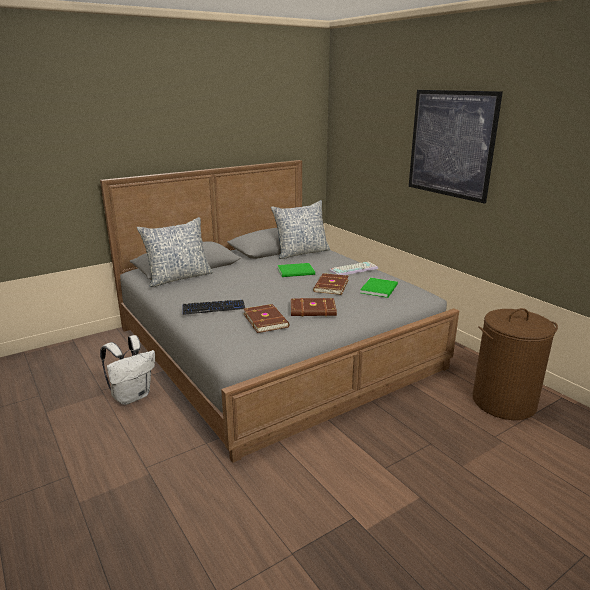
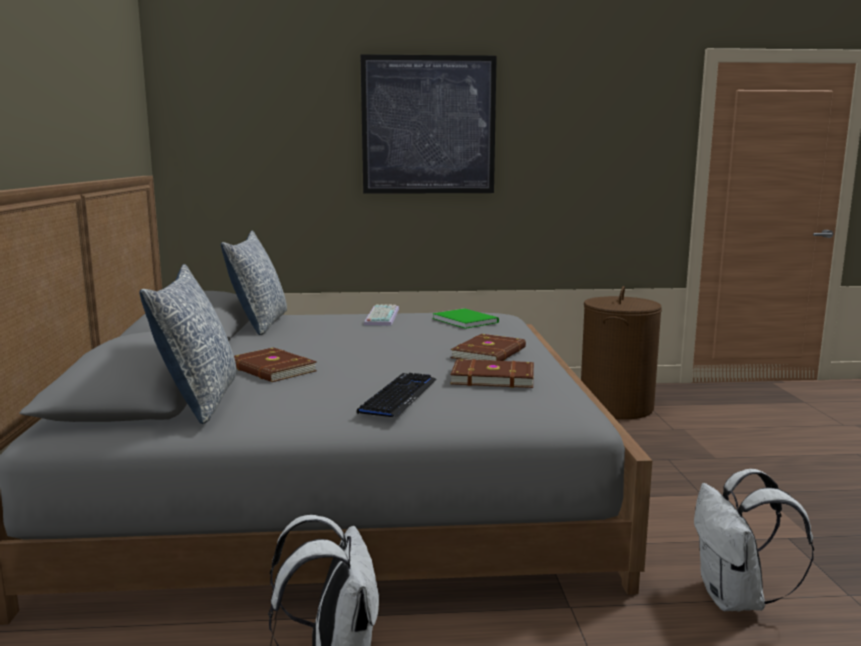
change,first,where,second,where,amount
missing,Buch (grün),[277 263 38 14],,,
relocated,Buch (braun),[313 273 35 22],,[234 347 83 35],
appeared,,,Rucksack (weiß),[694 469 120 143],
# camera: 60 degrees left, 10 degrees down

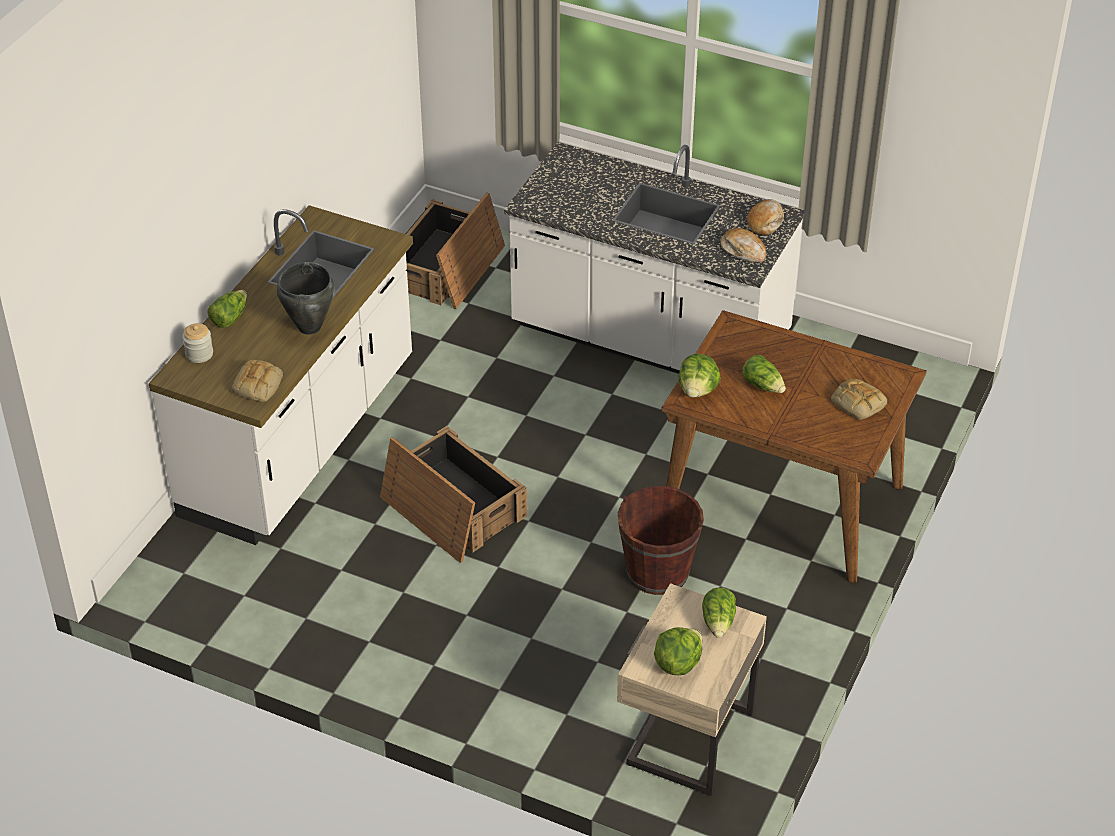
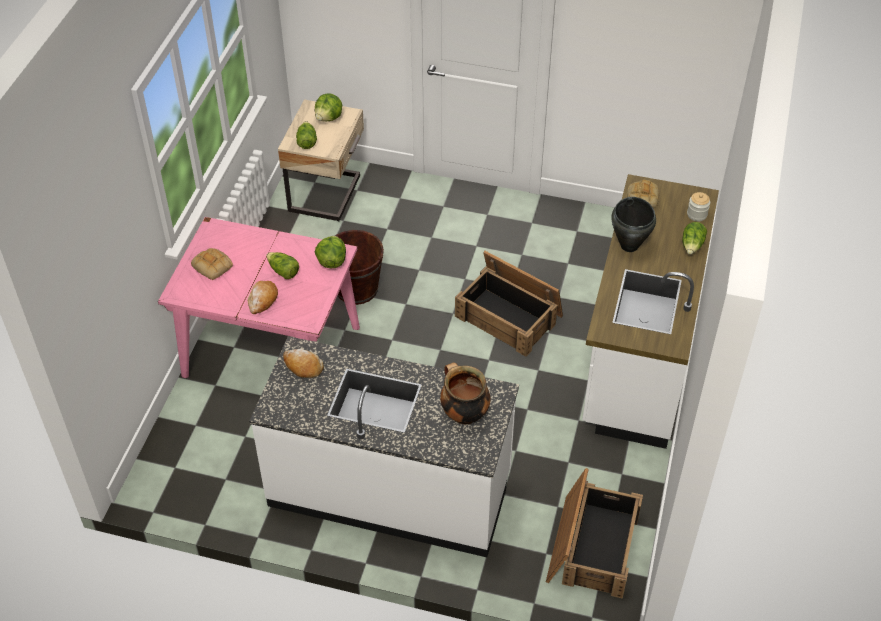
change,first,where,second,where,amount
colour,Esstisch (braun),[661 310 266 273],Esstisch (rosa),[158 217 202 161],
relocated,Brot,[747 199 37 36],,[247 281 31 33],
appeared,,,Kochtopf,[440 363 51 61],
# camera: 170 degrees right, 5 degrees up

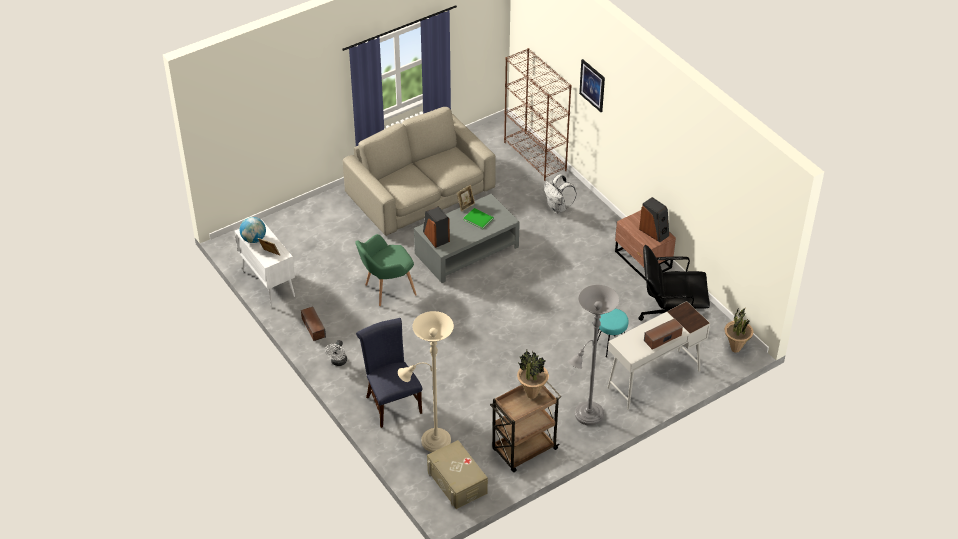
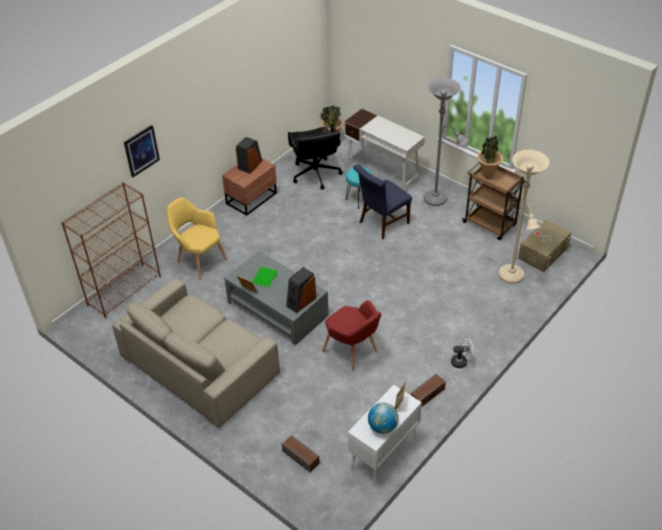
change,first,where,second,where,amount
colour,Sessel (grün),[355 234 62 72],Sessel (rot),[322 300 59 71],
relocated,Stuhl (blau),[356 318 66 110],,[353 164 59 75],
exchanged,Rucksack (weiß),[544 174 33 40],Sessel (gelb),[167 197 60 83],
relocated,Lautsprecher,[644 318 39 32],,[282 435 38 37],
# camera: 105 degrees left, 0 degrees up

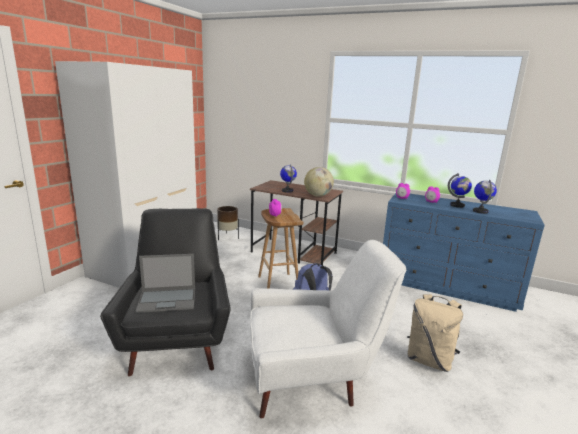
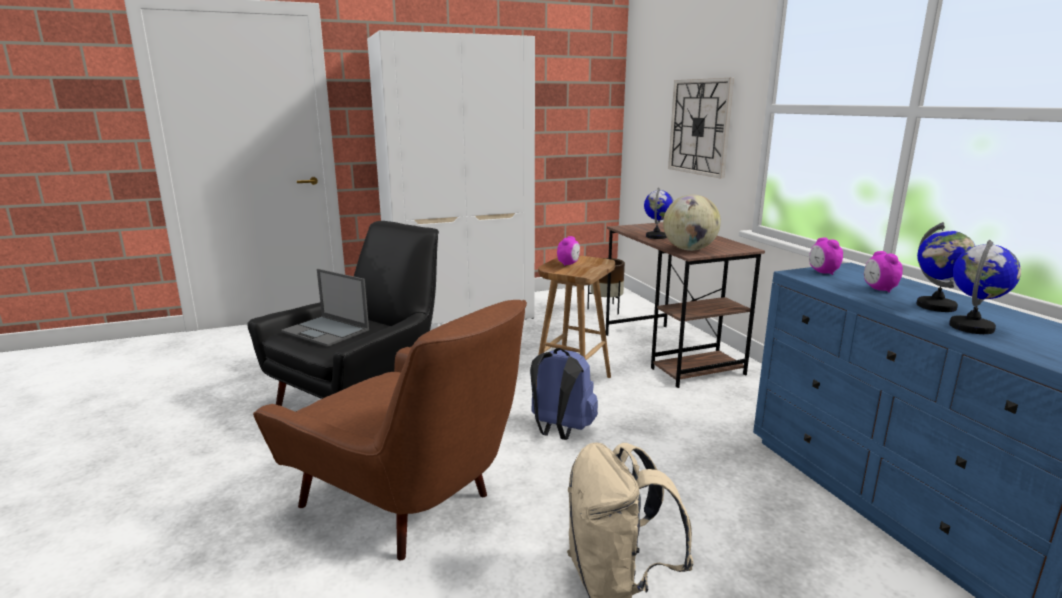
change,first,where,second,where,amount
colour,Sessel (weiß),[250 240 156 178],Sessel (braun),[253 300 274 260],
appeared,,,Wanduhr,[668 78 66 101],
# camera: 45 degrees right, 0 degrees up

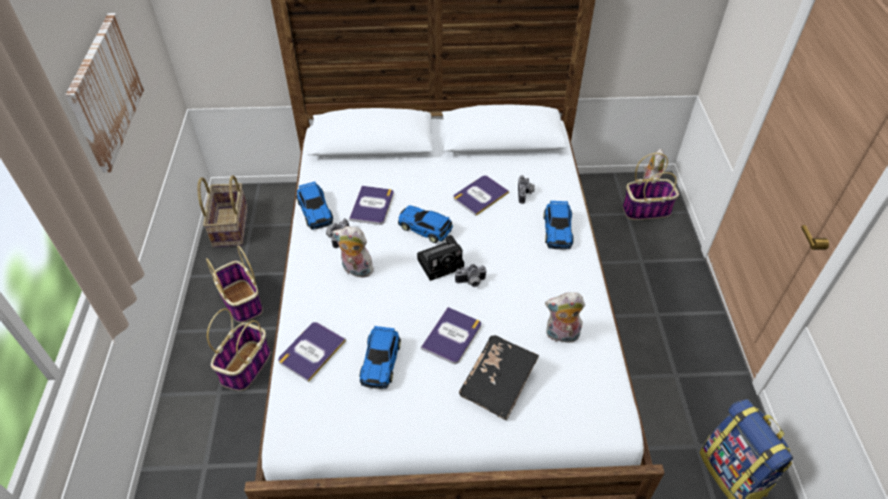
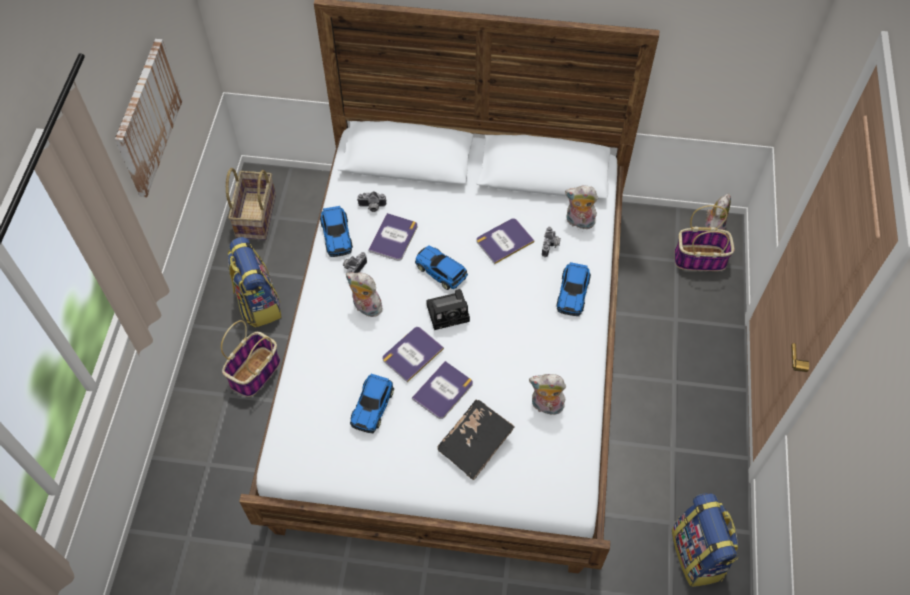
change,first,where,second,where,amount
exchanged,Korb,[206 245 57 78],Rucksack,[228 237 54 91],
relocated,Buch,[278 322 68 60],,[383 327 61 55],
relocated,Kamera,[455 264 32 23],,[357 191 29 21],
appeared,,,Plüschtier,[565 186 33 43],
# camera: 10 degrees right, 10 degrees up

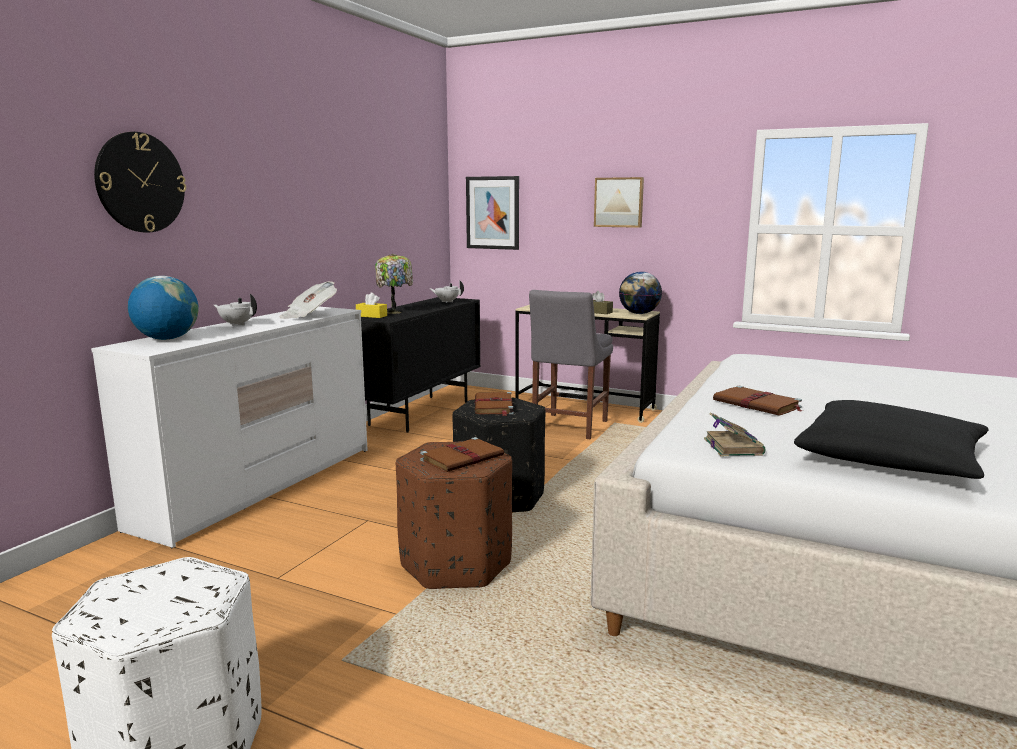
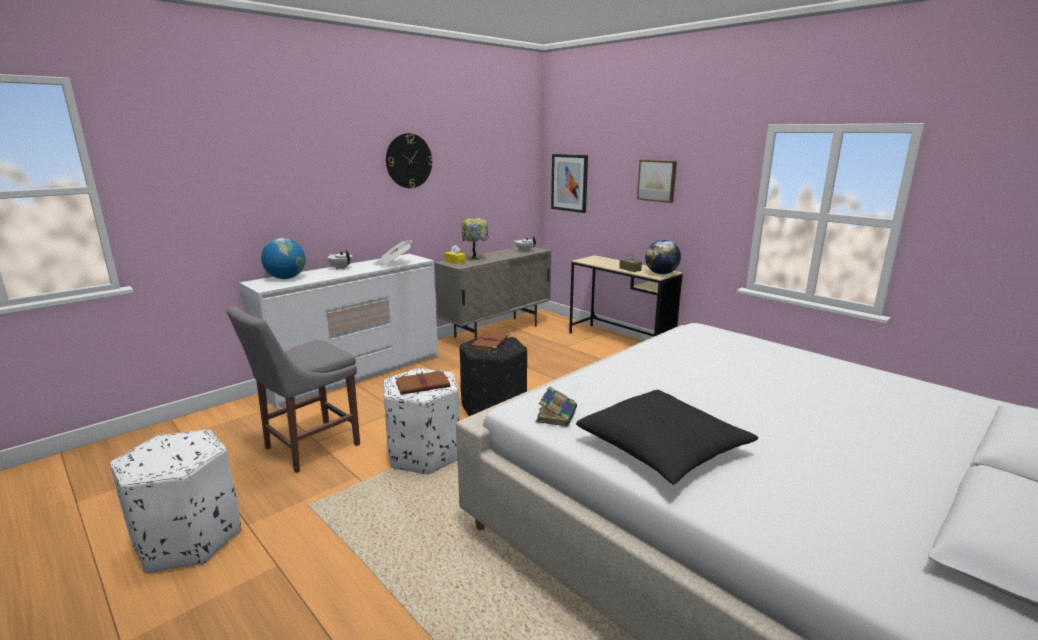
change,first,where,second,where,amount
relocated,Wanduhr,[94 132 92 100],,[386 133 47 55],
colour,Schrank (schwarz),[361 297 119 135],Schrank (beige),[434 247 118 91],
colour,Polsterhocker (braun),[396 442 116 147],Polsterhocker (weiß),[383 368 77 106],
relocated,Stuhl (grau),[529 290 84 149],,[227 306 133 167],
missing,Buch (braun),[713 386 90 30],,,
# camera: 20 degrees right, 5 degrees up

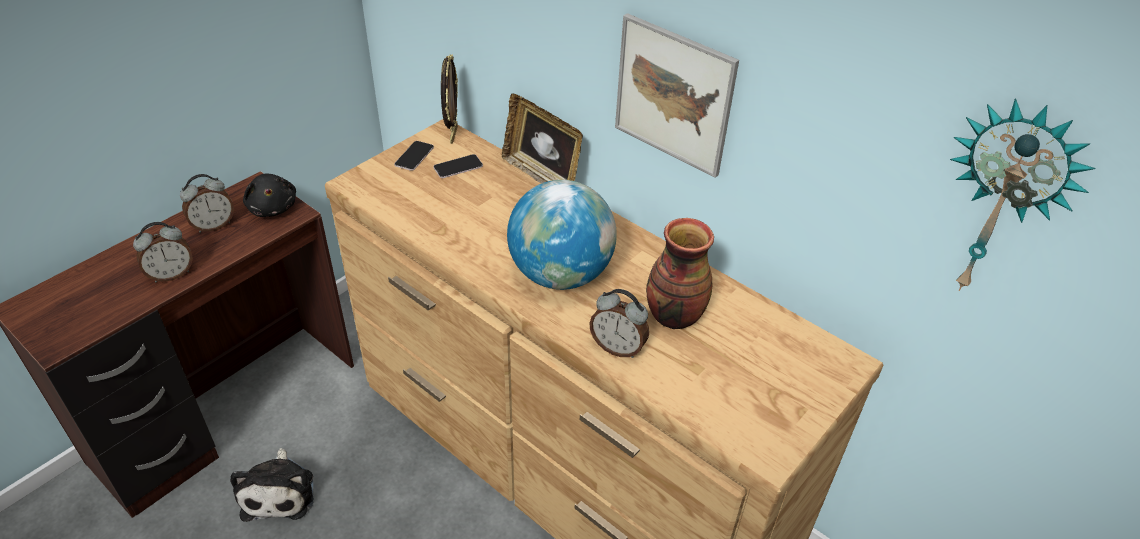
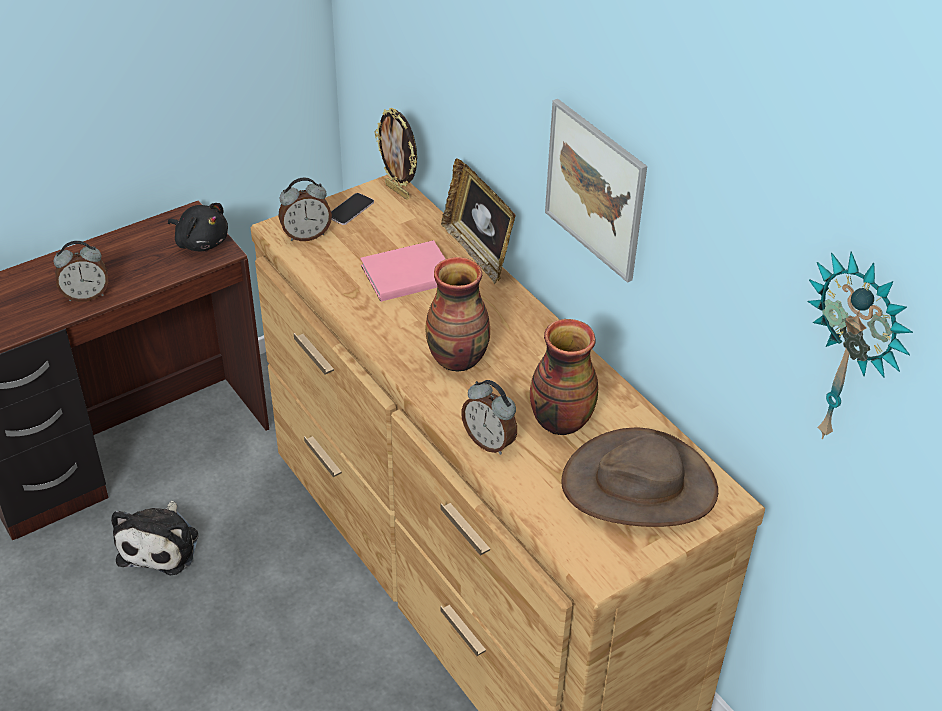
change,first,where,second,where,amount
relocated,Wecker,[180 174 54 59],,[279 178 53 63],
spun,Plüschtier (schwarz),[243 174 53 43],,[168 203 60 48],45 degrees counterclockwise
missing,Handy,[433 154 50 24],,,
spun,Bilderrahmen,[441 54 17 90],,[375 108 42 92],120 degrees clockwise
exchanged,Globus,[507 180 110 110],Vase,[425 257 65 114],
appeared,,,Buch (rosa),[360 240 85 62],
appeared,,,Hut (braun),[562 427 156 100],
# camera: 15 degrees right, 0 degrees up

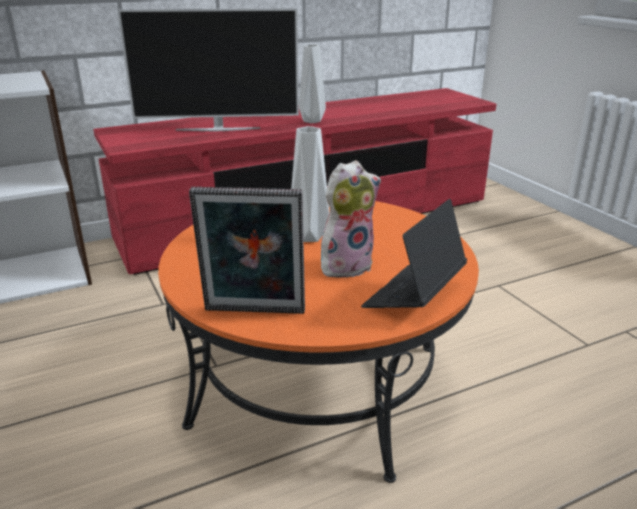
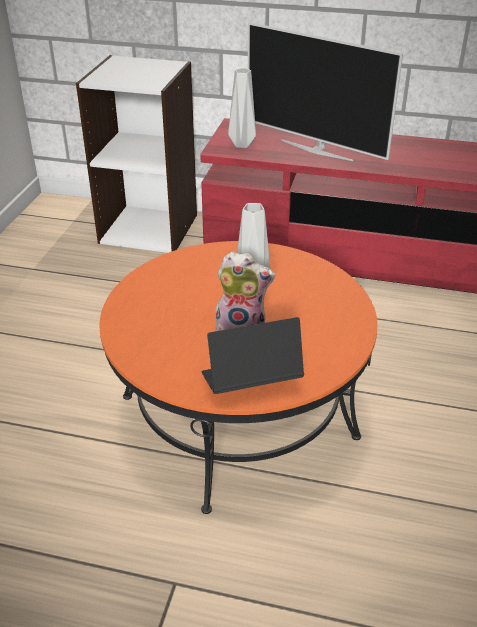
change,first,where,second,where,amount
missing,Bilderrahmen,[189 187 116 127],,,
relocated,Vase (grau),[299 44 27 79],,[228 68 28 80],
# camera: 40 degrees right, 10 degrees up

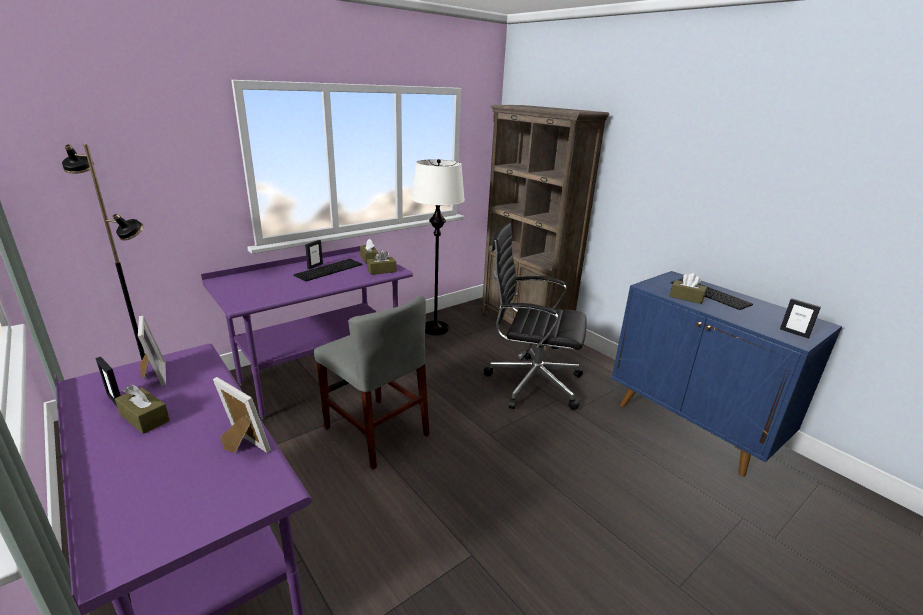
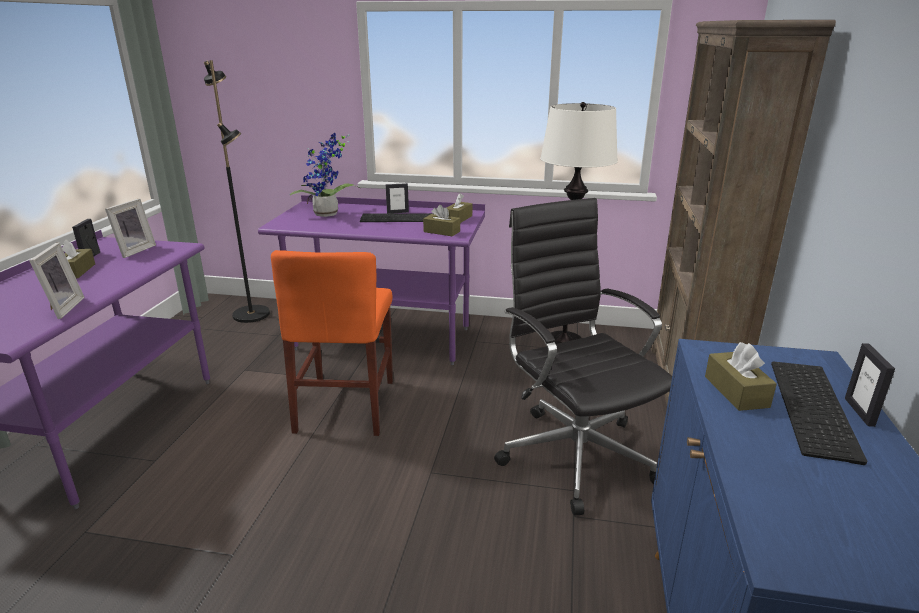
change,first,where,second,where,amount
colour,Stuhl (grau),[314 295 116 175],Stuhl (orange),[271 250 122 186],
relocated,Bilderrahmen,[780 298 41 40],,[845 343 50 84],
appeared,,,Topfpflanze,[289 133 71 84],
# camera: 50 degrees right, 0 degrees up

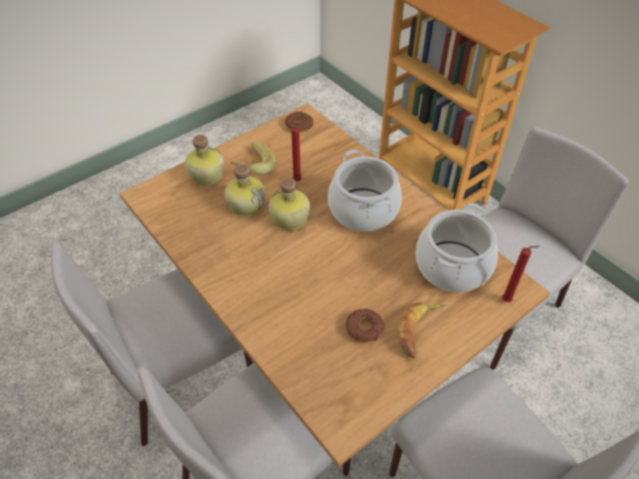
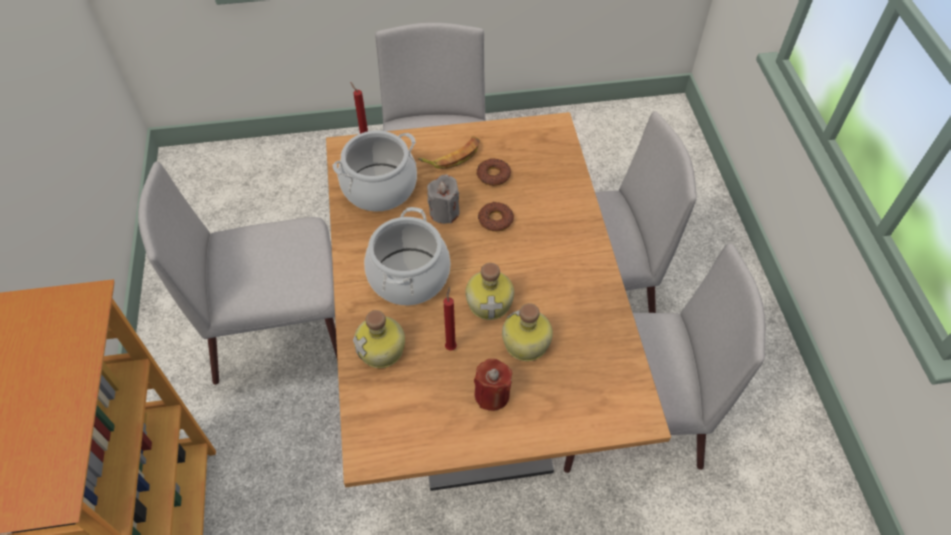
change,first,where,second,where,amount
relocated,Flasche,[185 135 39 51],,[353 310 52 58],
exchanged,Banane,[230 142 45 32],Kerze (rot),[474 358 38 53],
relocated,Donut,[285 112 28 20],,[478 202 36 30],
appeared,,,Kerze (grau),[427 175 33 49],
# camera: 150 degrees left, 5 degrees up

